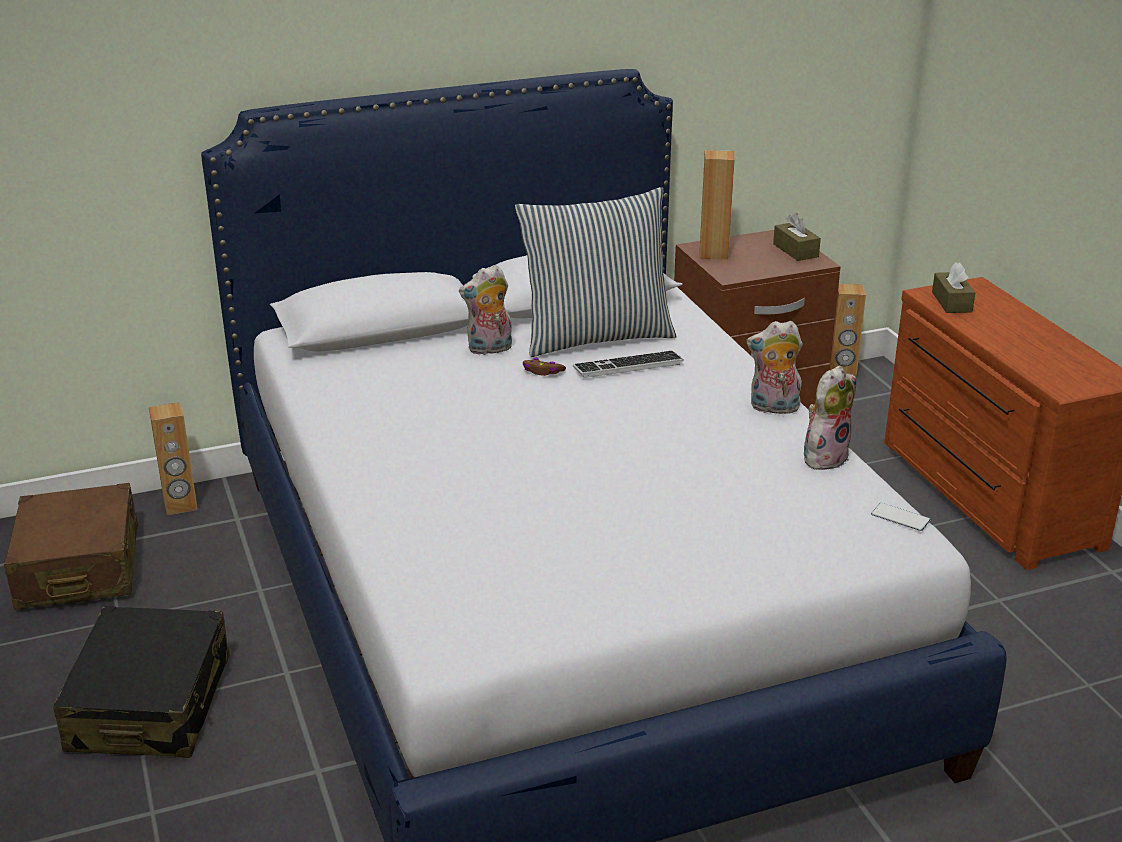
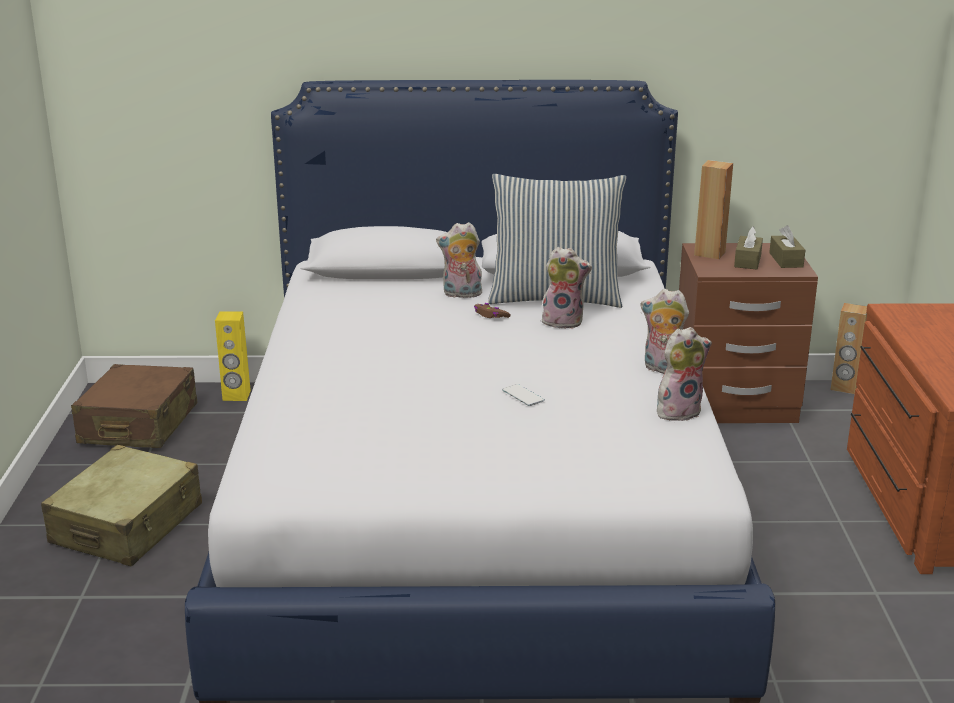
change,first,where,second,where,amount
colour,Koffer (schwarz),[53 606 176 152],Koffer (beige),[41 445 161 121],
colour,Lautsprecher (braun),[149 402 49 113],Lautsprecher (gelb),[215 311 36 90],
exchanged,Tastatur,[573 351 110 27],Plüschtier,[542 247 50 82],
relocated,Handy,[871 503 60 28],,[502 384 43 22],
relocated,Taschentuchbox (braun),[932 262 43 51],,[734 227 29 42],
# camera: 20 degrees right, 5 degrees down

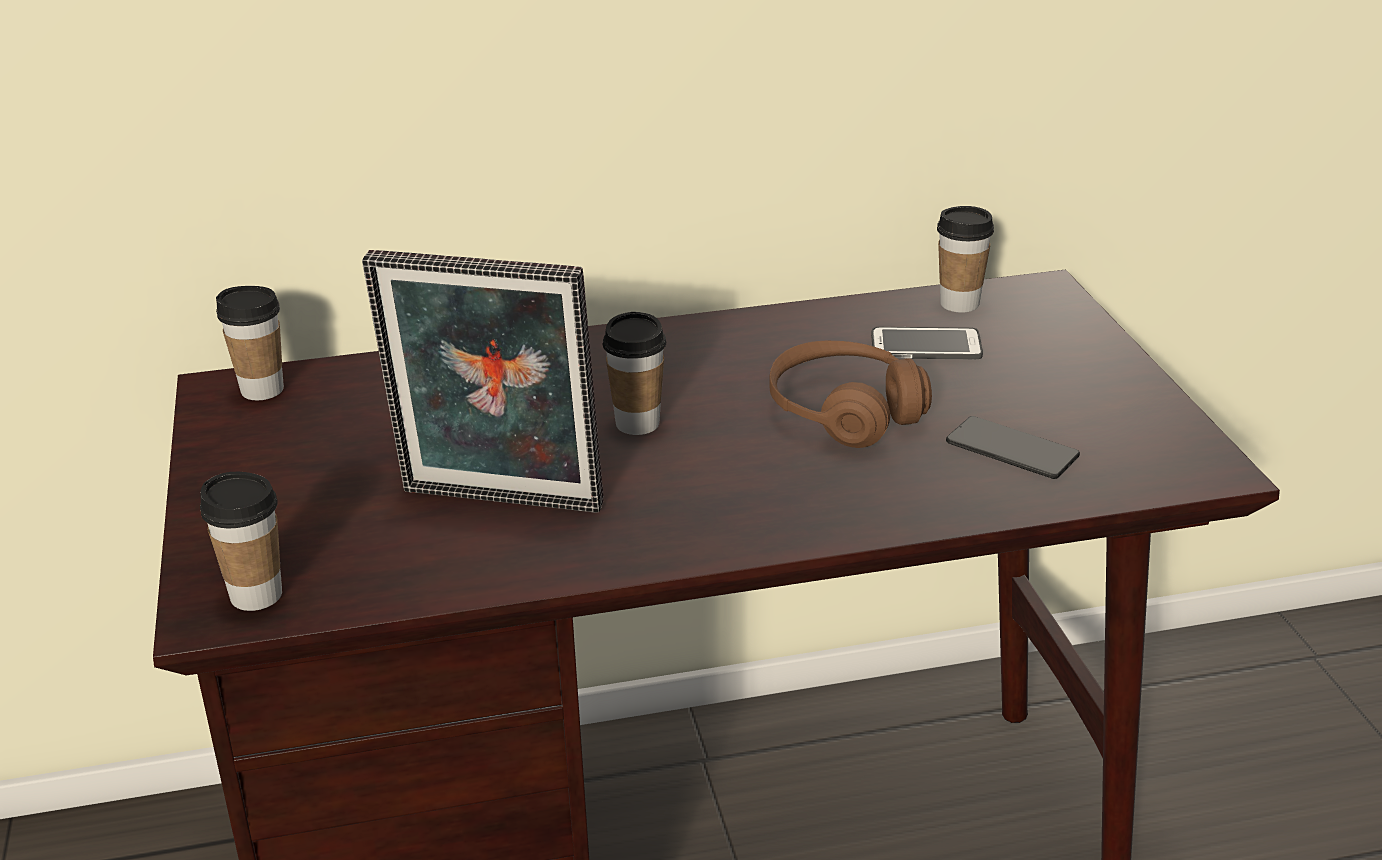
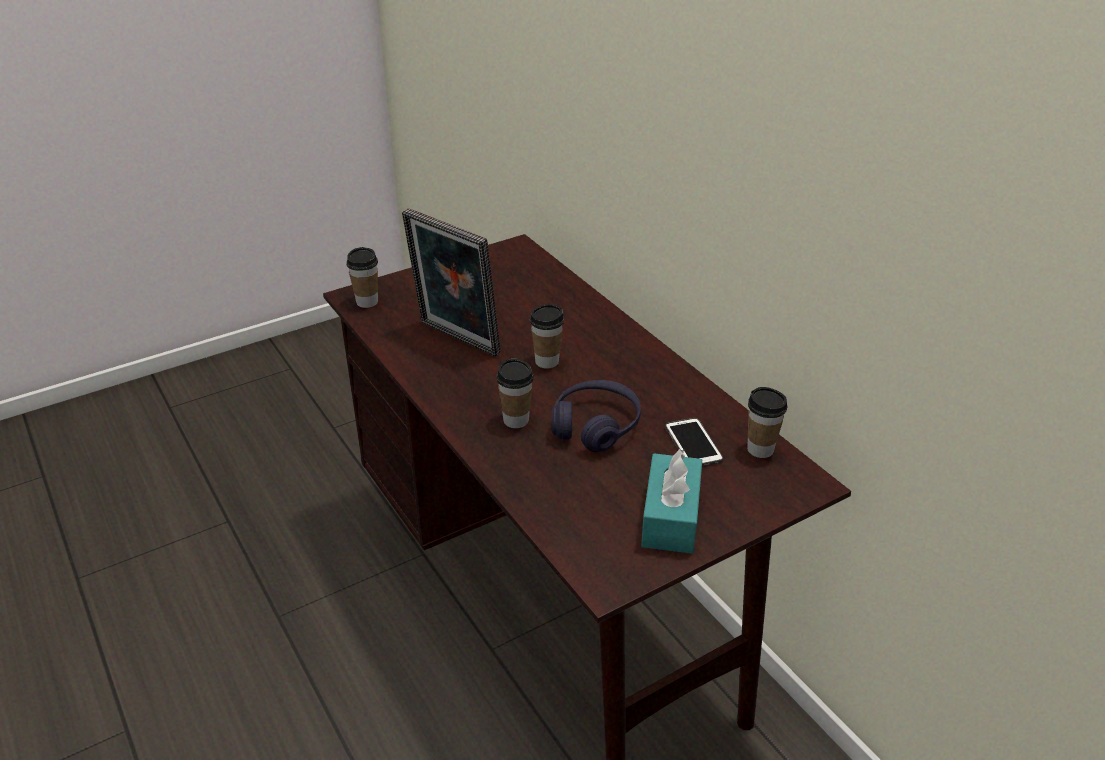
change,first,where,second,where,amount
relocated,Tasse,[216 286 68 114],,[496 359 38 69],
spun,Bilderrahmen,[362 250 242 263],,[402 208 99 149],45 degrees counterclockwise
colour,Kopfhörer (braun),[770 341 162 107],Kopfhörer (lila),[551 380 90 72],
missing,Handy,[946 416 134 63],,,
appeared,,,Taschentuchbox (türkis),[641 449 61 104],
# camera: 70 degrees right, 5 degrees up

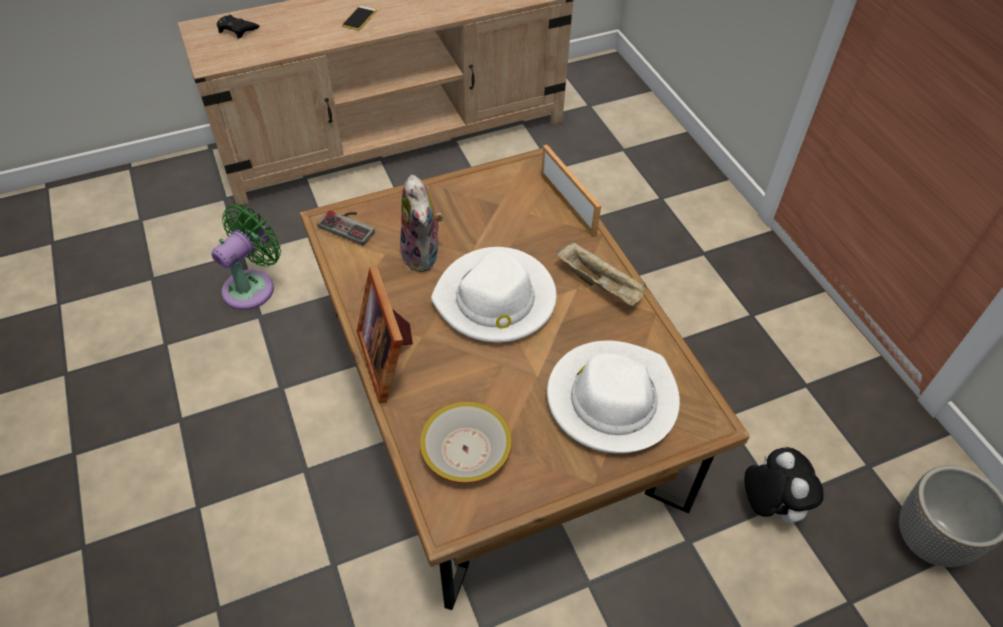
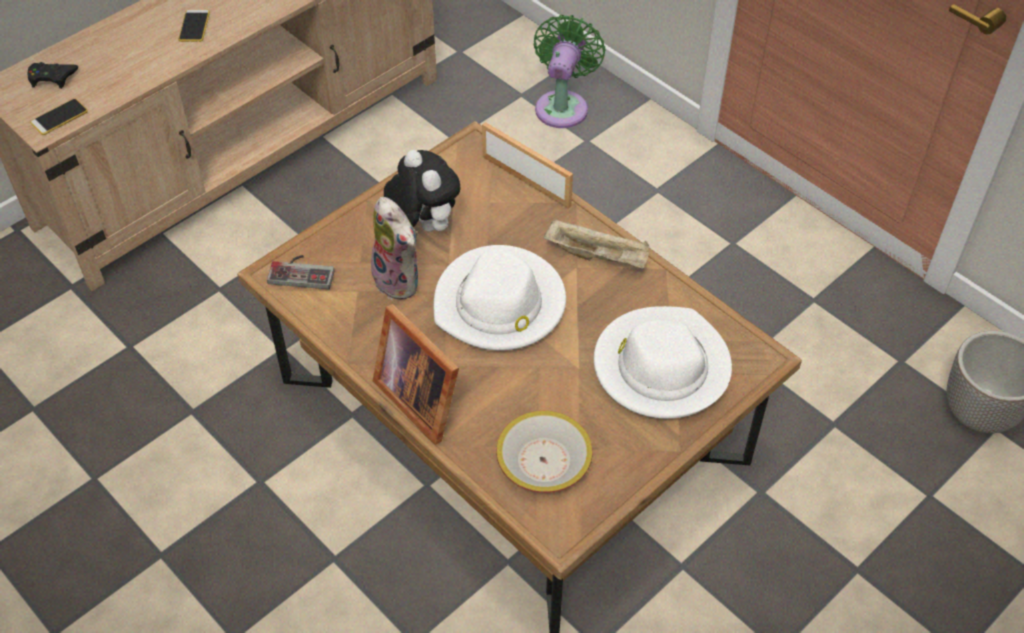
change,first,where,second,where,amount
relocated,Ventilator (grün),[211 204 70 106],,[534 15 72 113],
relocated,Plüschtier,[744 447 80 77],,[384 150 77 82],
appeared,,,Handy,[30 99 58 36],
# camera: 20 degrees left, 0 degrees up

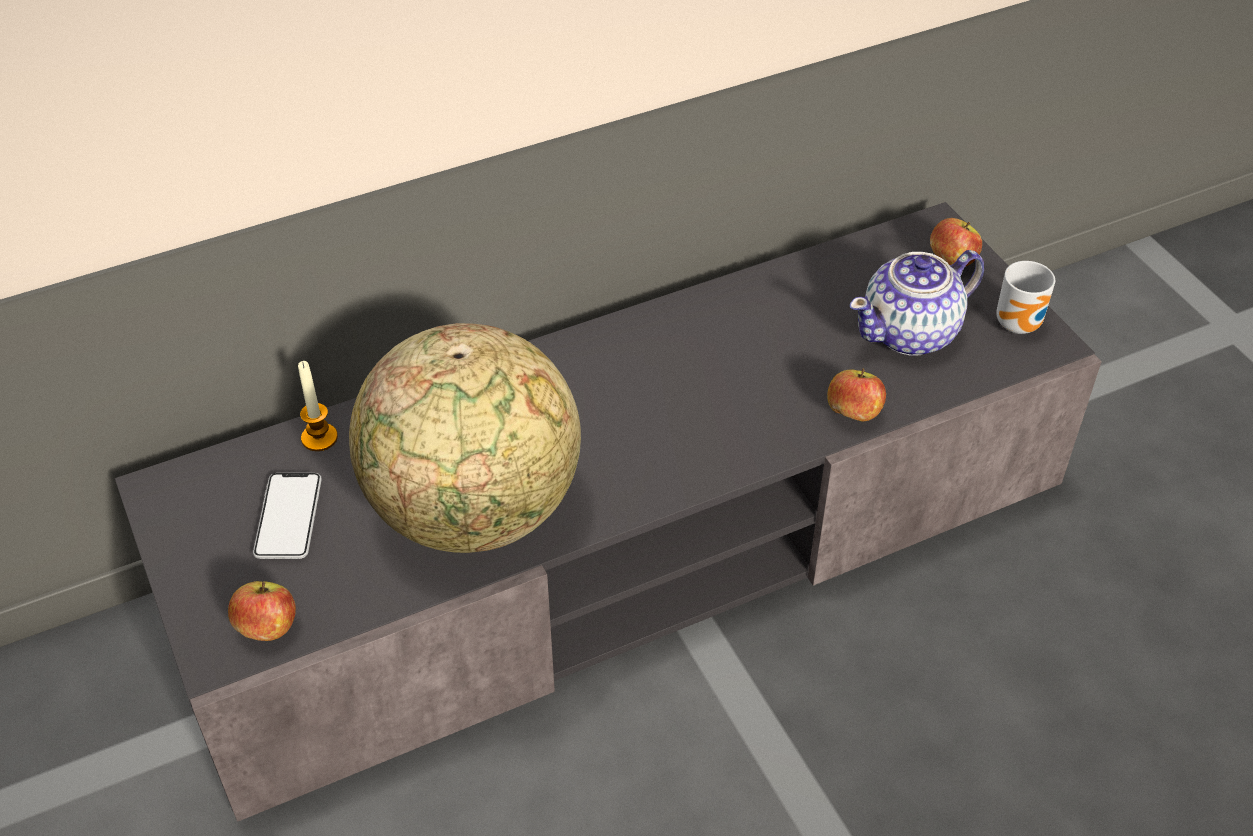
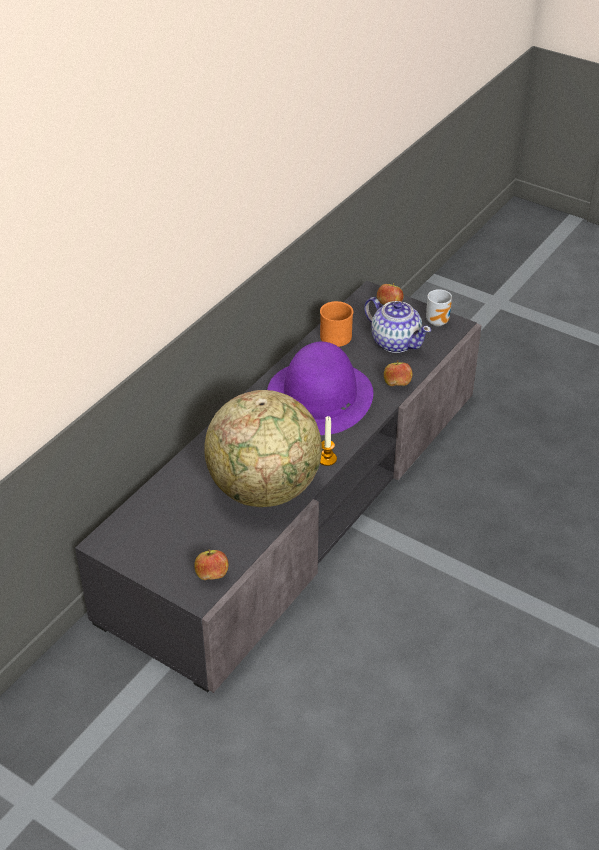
change,first,where,second,where,amount
missing,Handy,[253 473 69 86],,,
relocated,Kerze,[298 361 40 90],,[320 416 17 50],
spun,Teekanne,[850 250 134 105],,[364 297 67 56],75 degrees counterclockwise
appeared,,,Hut (lila),[267 342 106 93],
appeared,,,Henkelbecher (orange),[320 301 33 46],
# camera: 30 degrees left, 5 degrees down

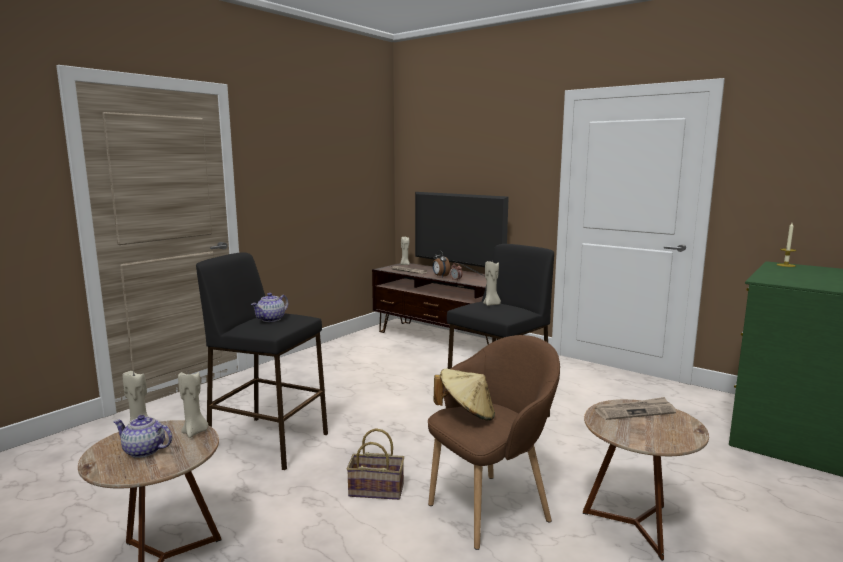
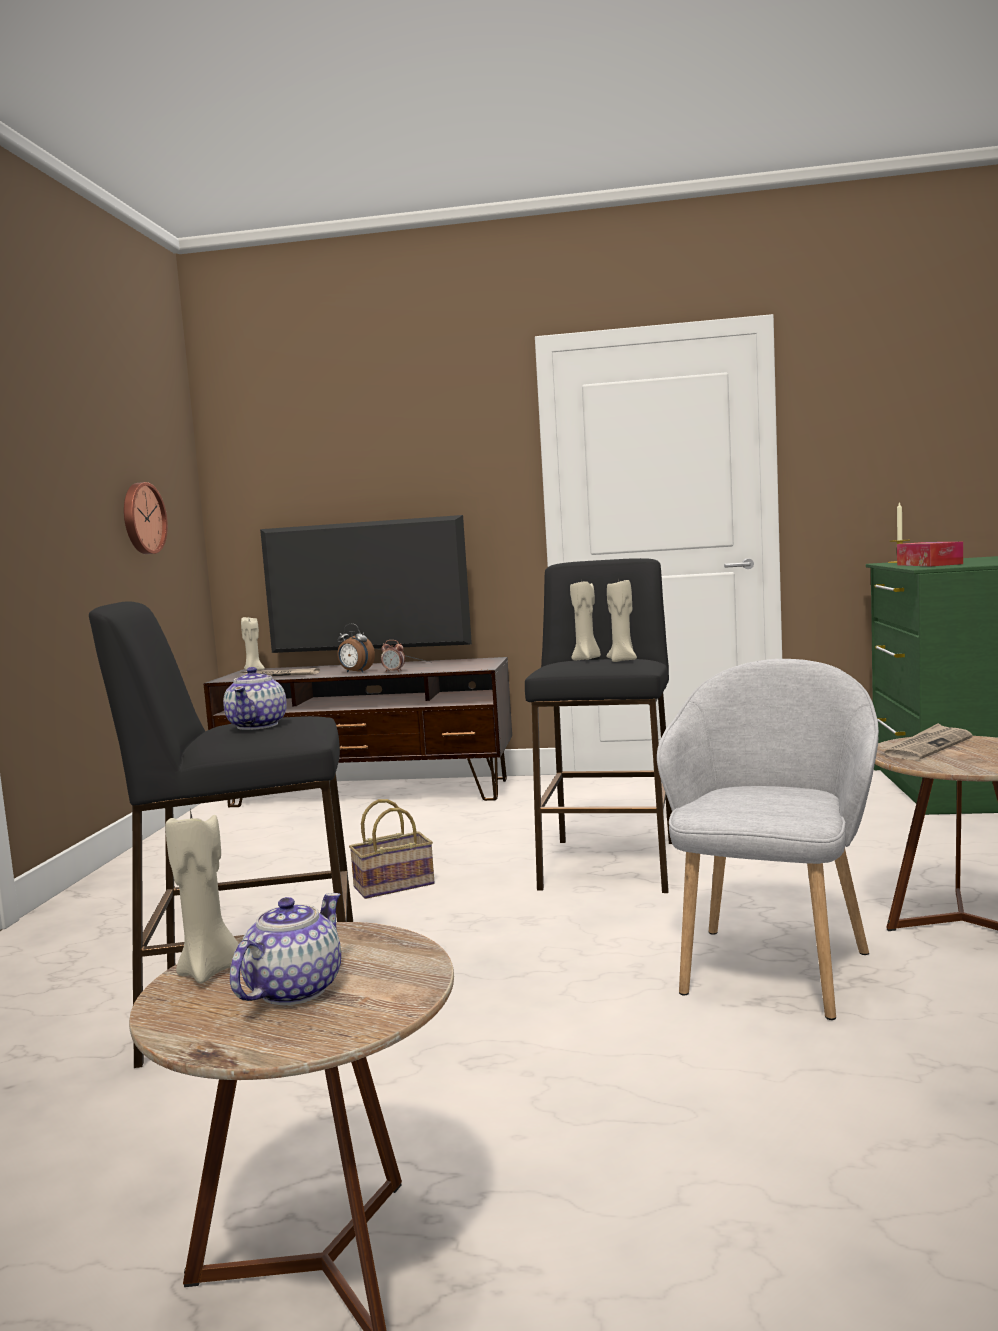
change,first,where,second,where,amount
spun,Teekanne,[113 415 59 43],,[230 893 111 112],135 degrees clockwise
relocated,Kerze (beige),[178 370 31 68],,[606 579 31 83],
relocated,Korb,[346 428 58 72],,[349 799 86 100],
colour,Sessel (braun),[428 335 132 215],Sessel (grau),[657 659 222 361],
missing,Hut (beige),[434 369 61 52],,,
appeared,,,Wanduhr,[124 482 44 72],
appeared,,,Taschentuchbox,[897 542 66 24],
# camera: 30 degrees left, 5 degrees down

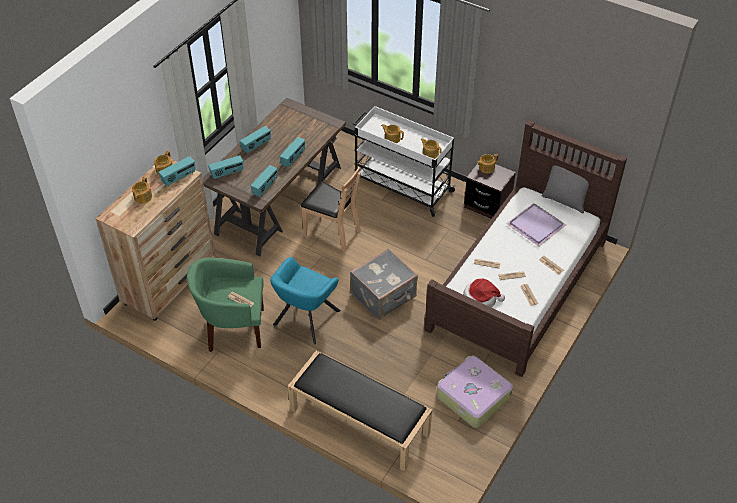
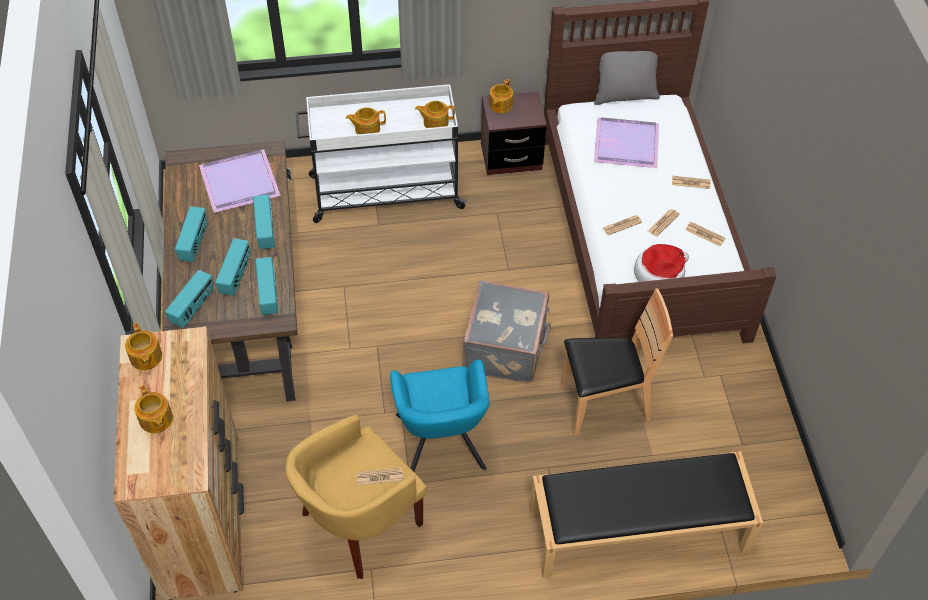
change,first,where,second,where,amount
relocated,Radio,[158 156 37 30],,[215 238 35 58],
colour,Sessel (grün),[187 258 77 94],Sessel (gelb),[285 415 142 164],
relocated,Stuhl (braun),[300 167 61 85],,[561 288 112 148],
missing,Koffer,[437 355 76 73],,,
appeared,,,Tablett (lila),[199 149 82 64],
# camera: 40 degrees left, 5 degrees up

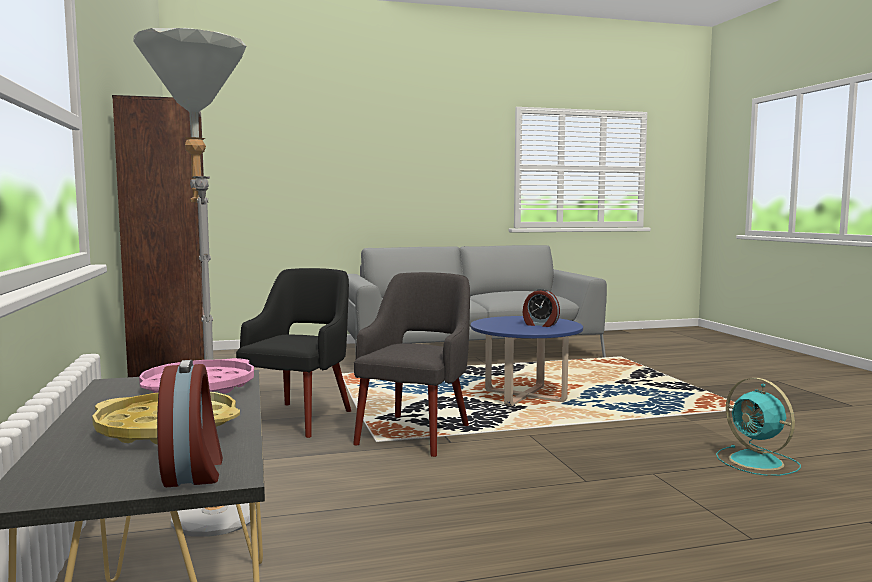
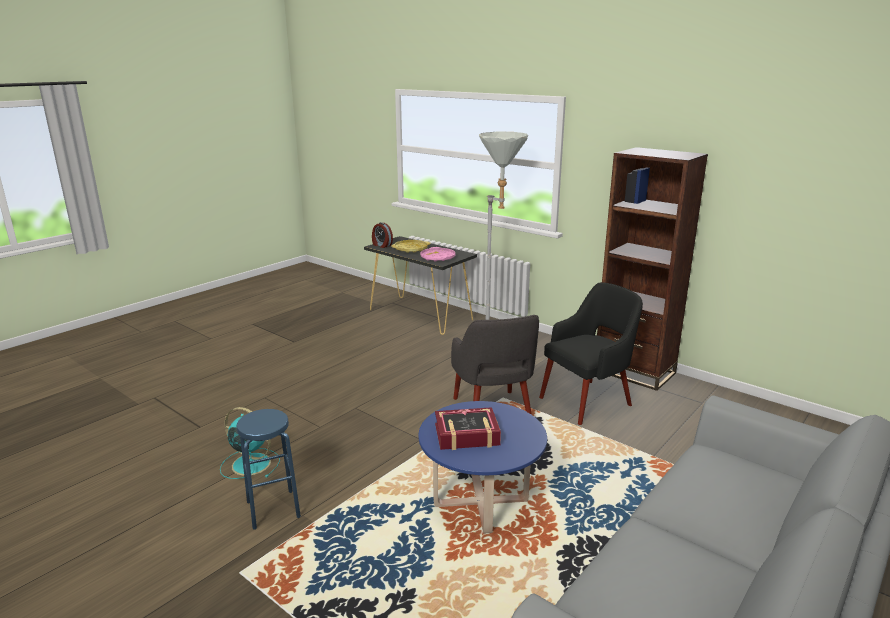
change,first,where,second,where,amount
spun,Sessel (schwarz),[236 268 115 170],,[539 282 104 143],105 degrees counterclockwise
exchanged,Wecker,[523 289 37 38],Buch,[435 407 66 43],
appeared,,,Hocker (blau),[236 409 65 121],
# camera: 145 degrees right, 15 degrees up

